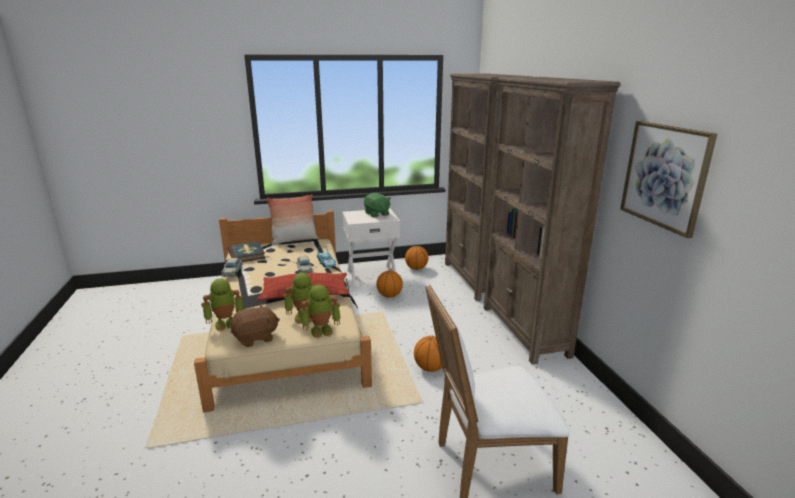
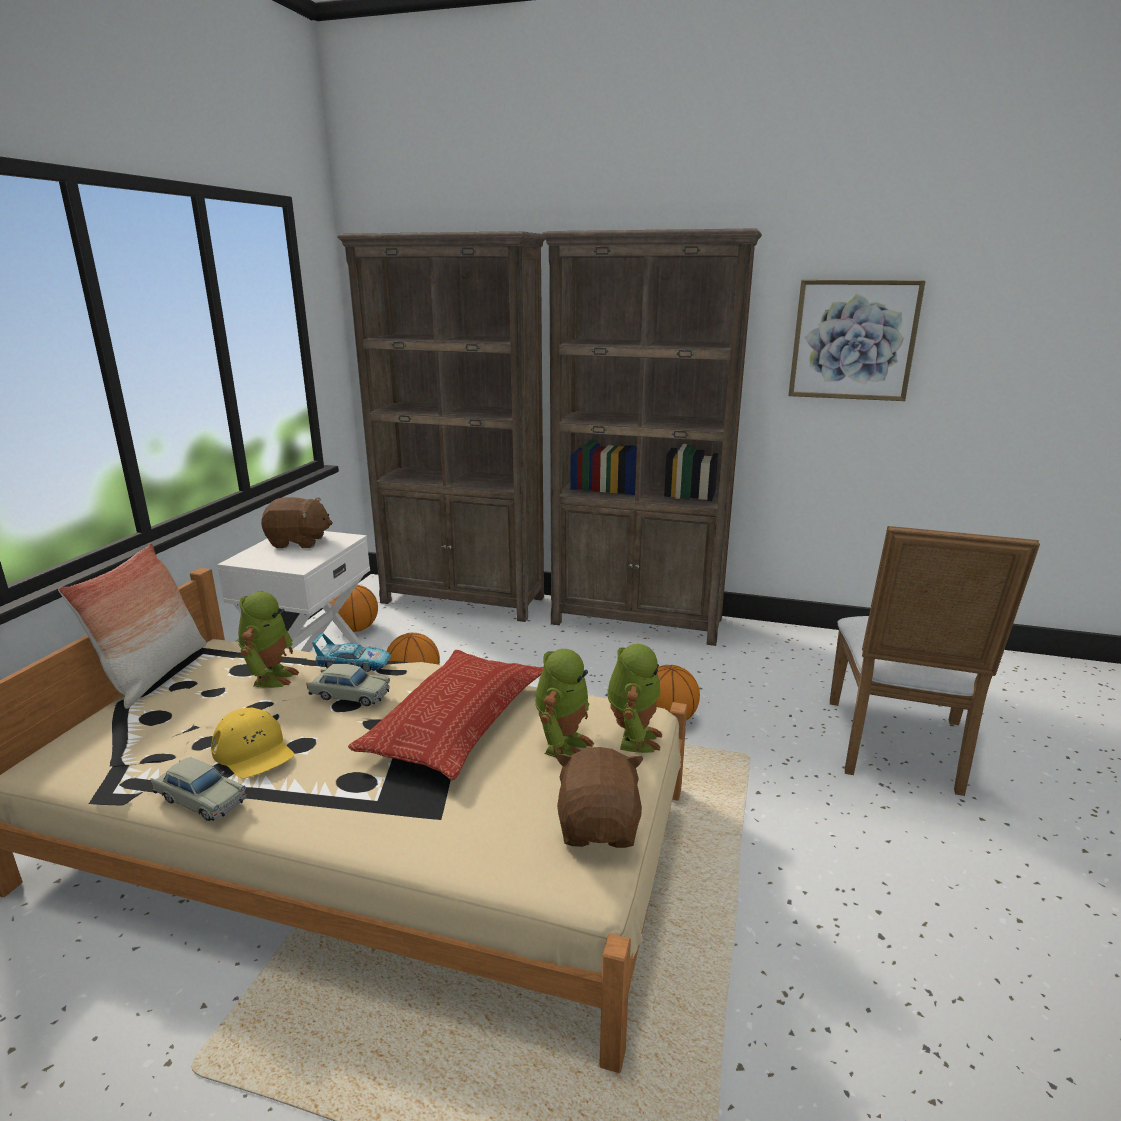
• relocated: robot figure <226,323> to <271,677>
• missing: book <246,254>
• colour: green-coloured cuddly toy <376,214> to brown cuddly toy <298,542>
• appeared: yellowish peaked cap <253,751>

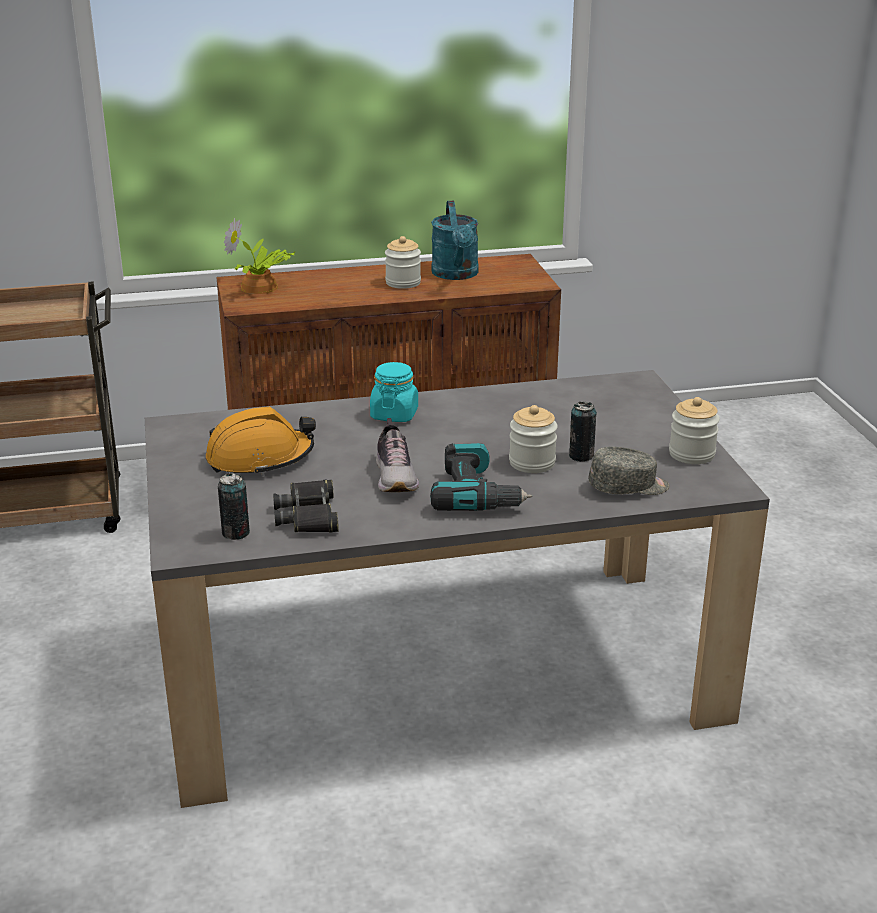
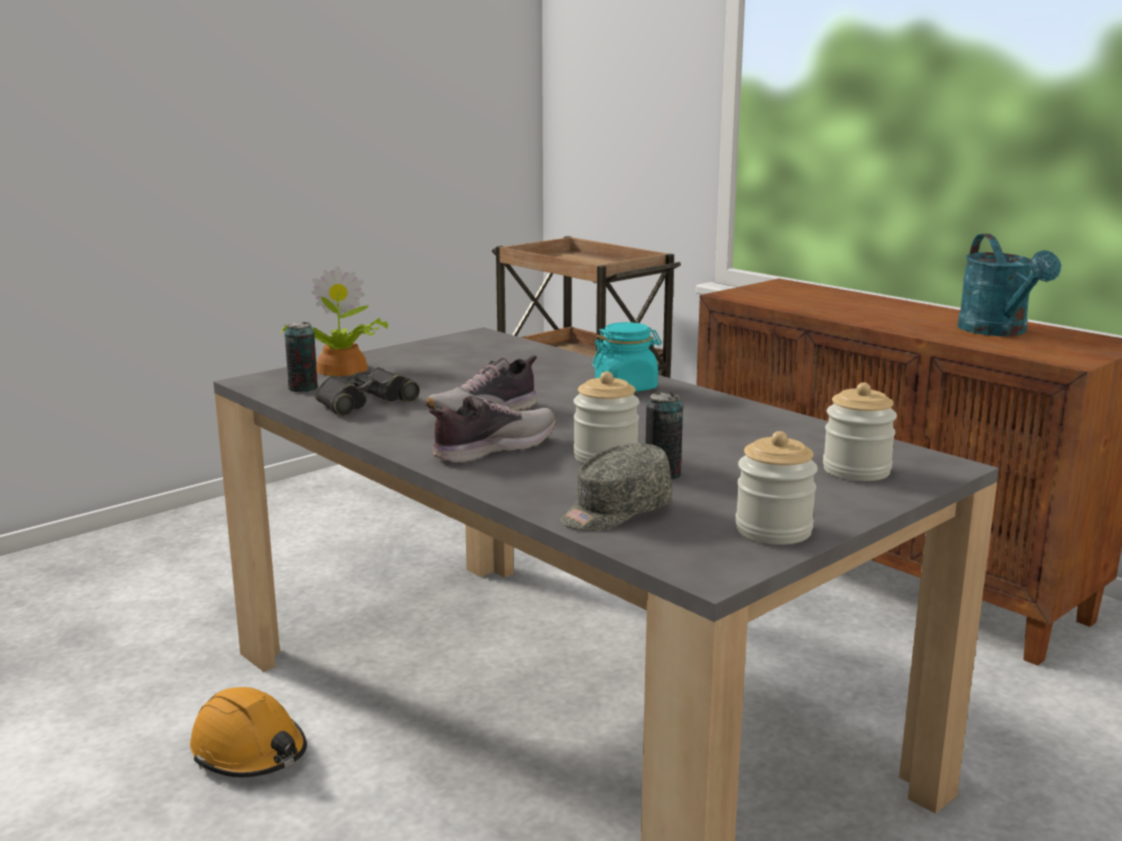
• relocated: orangey work helmet <260,458> to <249,752>
• relocated: potted plant <260,288> to <339,370>
• relocated: preserve jar <403,283> to <856,470>
• exchanged: drill <477,494> to low shoe <492,449>
• spun: blue-green sprinkling can <456,275> = <998,331> 60 degrees counterclockwise
• spun: gray peaked cap <628,487> = <615,512> 90 degrees clockwise

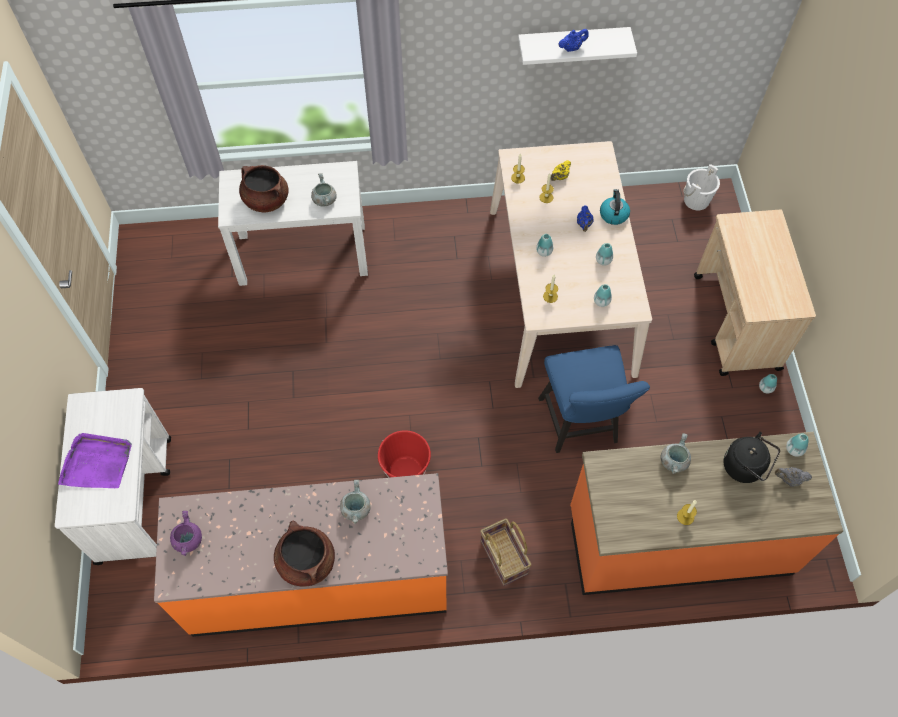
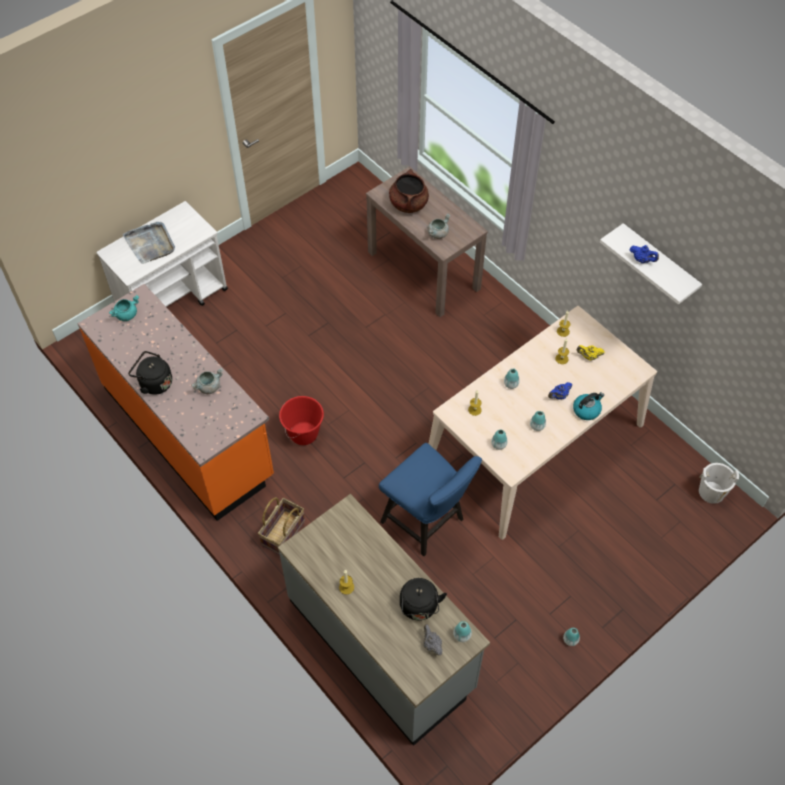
• colour: purple tray <97,463> to gray tray <150,244>
• colour: purple saucepot <188,540> to blue-green saucepot <126,315>
• colour: white narrow table <303,254> to brown narrow table <424,270>
• exchanged: brown saucepot <306,562> to blackish water kettle <154,383>
• spun: blue chair <580,425> = <427,523> 90 degrees counterclockwise
• colour: orangey kitchen counter <678,540> to gray kitchen counter <382,644>
• missing: gray saucepot <673,461>
• missing: sand-coloured trolley <736,323>

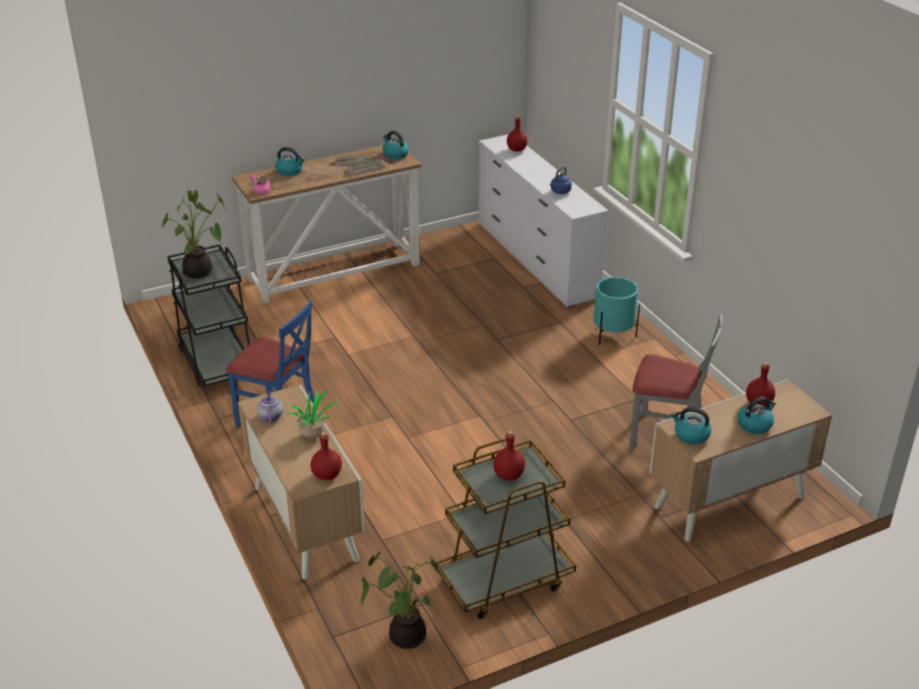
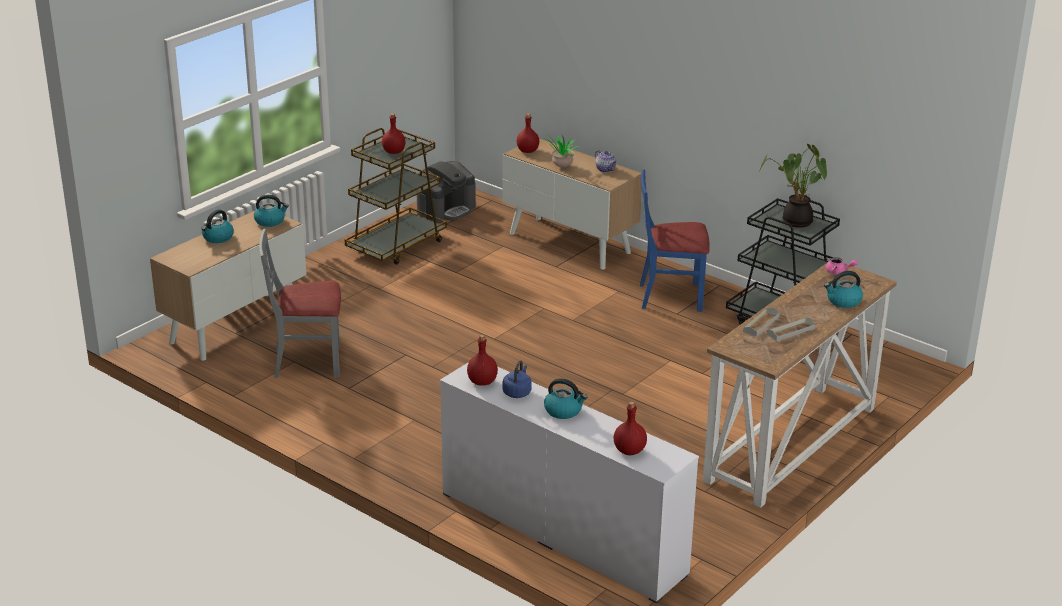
• exchanged: potted plant <404,635> to coffee brewer <446,209>
• relocated: water kettle <395,154> to <564,410>
• missing: blue-green planter <612,334>
• relocated: reddish drink bottle <758,403> to <482,381>

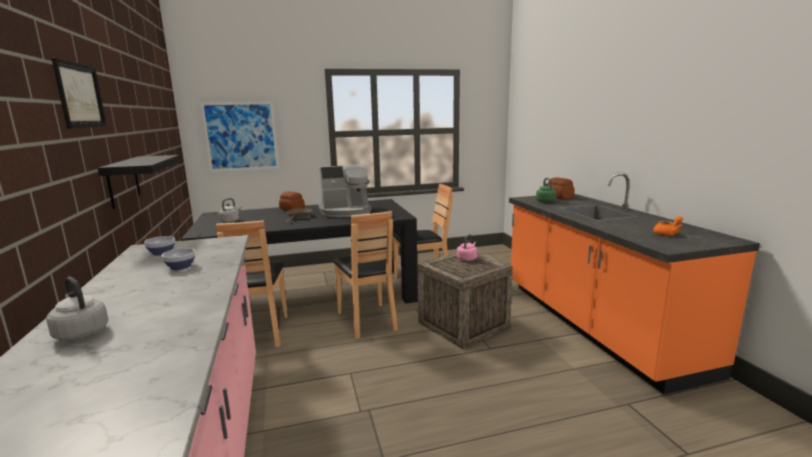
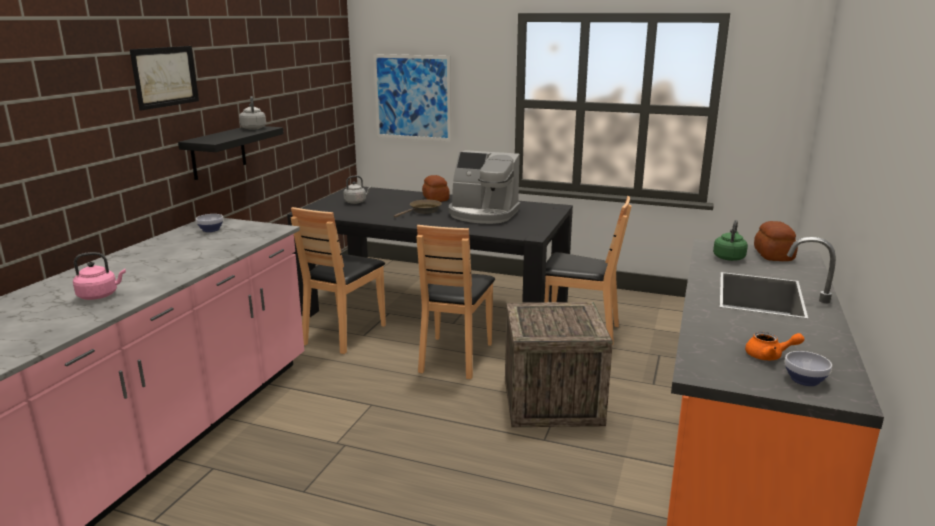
• relocated: gray water kettle <81,332> to <253,128>
• relocated: bowl <181,267> to <805,381>
• relocated: pink-coloured water kettle <467,259> to <100,295>

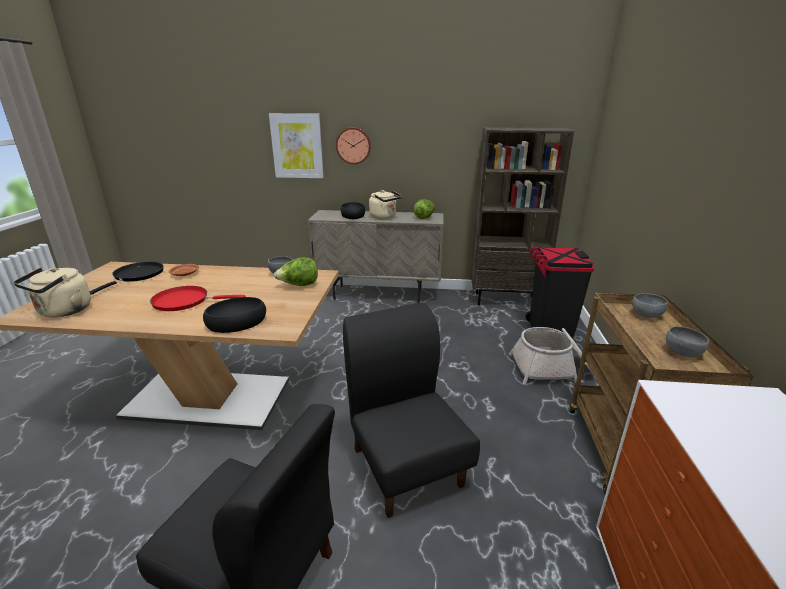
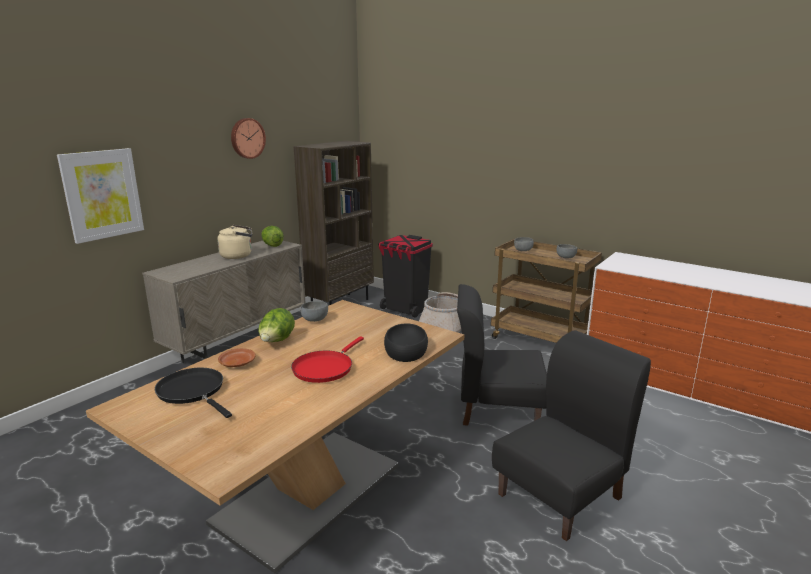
• missing: sand-coloured water kettle <63,312>
• relocated: lettuce head <299,285> to <277,342>
• relocated: clock on the wall <353,145> to <247,138>
• missing: blackish bowl <353,215>

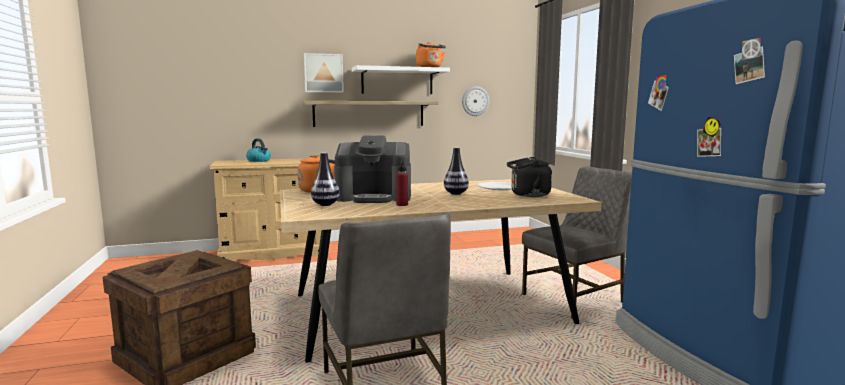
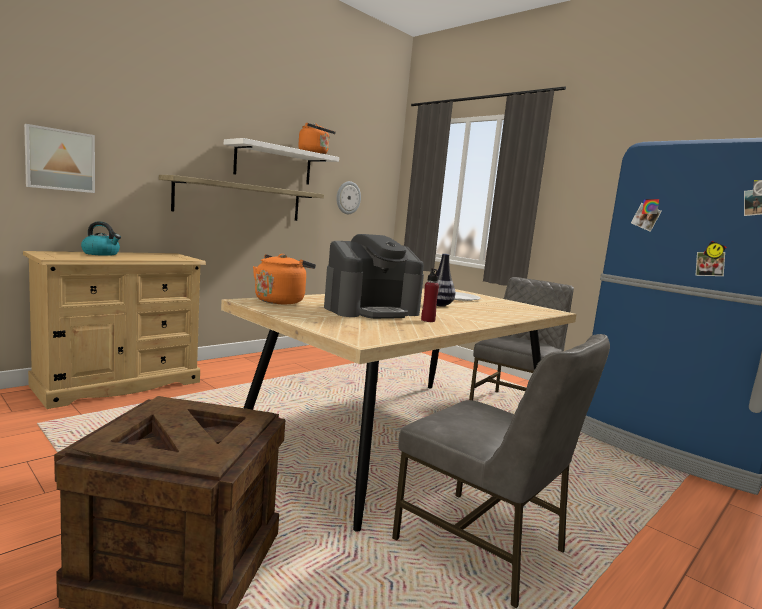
• relocated: wall picture <323,73> to <60,160>
• missing: flower vase <325,204>
• missing: blackish water kettle <528,195>

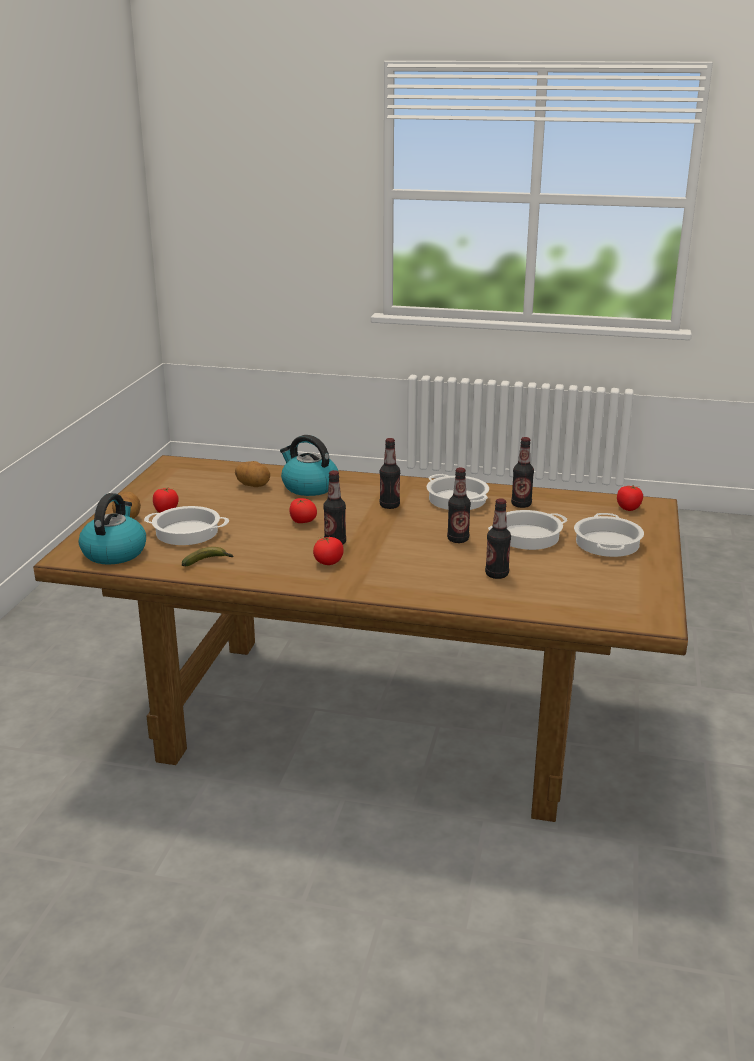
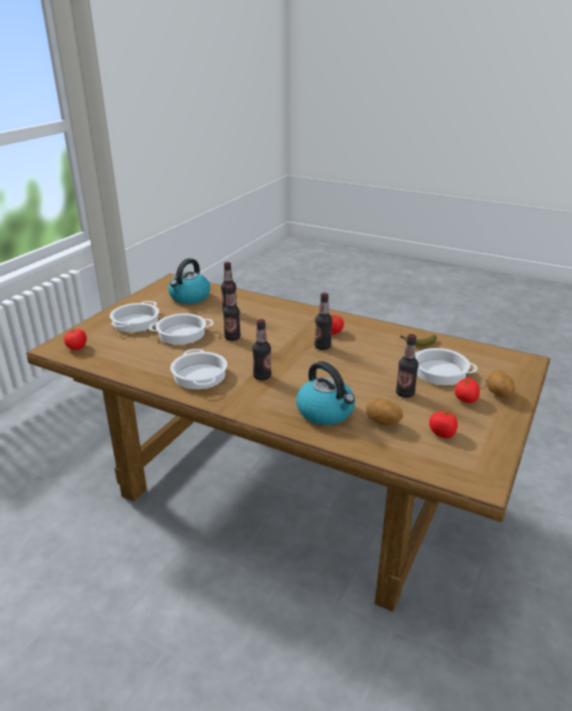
• relocated: water kettle <114,552> to <189,297>
• relocated: tomato <302,521> to <442,433>
• relocated: drink bottle <521,504> to <405,393>

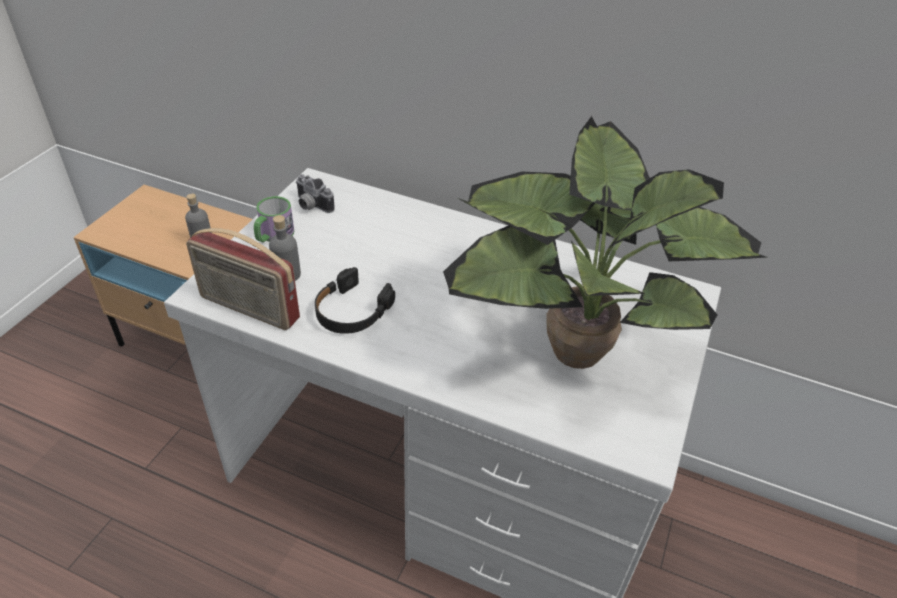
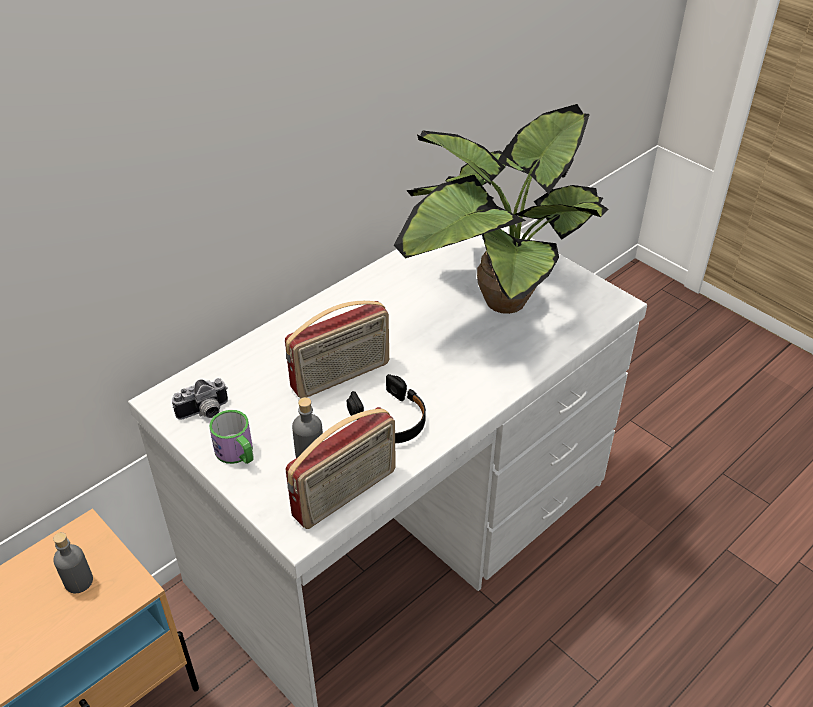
• appeared: radio <341,377>

